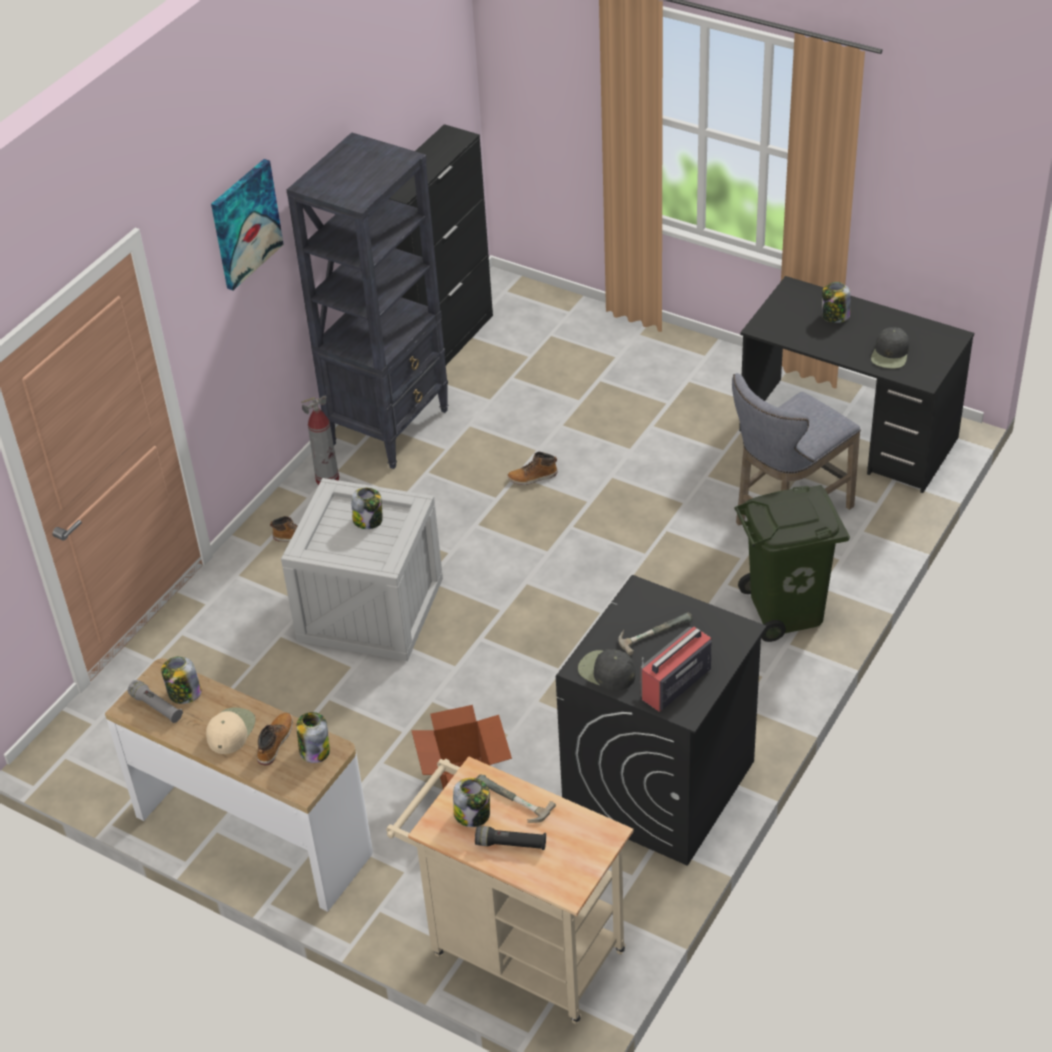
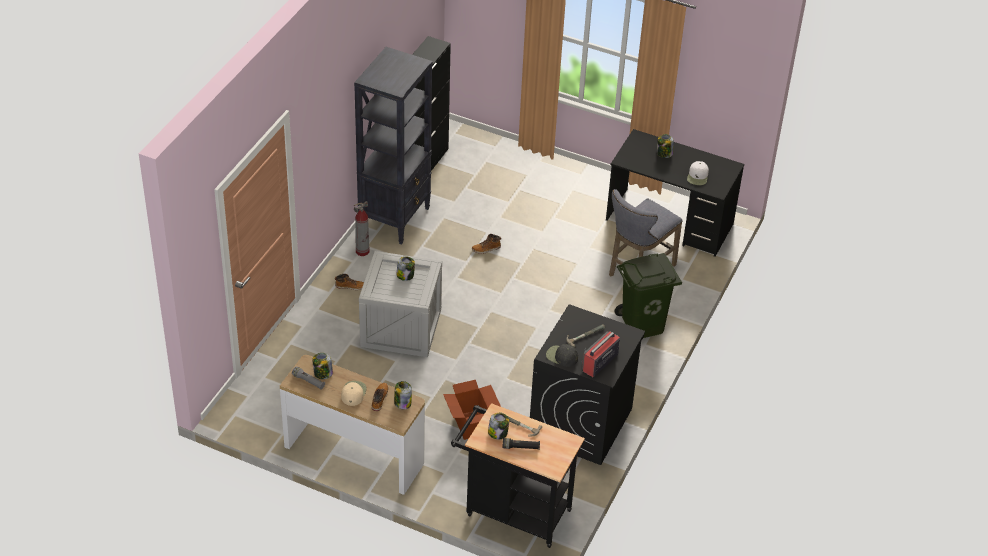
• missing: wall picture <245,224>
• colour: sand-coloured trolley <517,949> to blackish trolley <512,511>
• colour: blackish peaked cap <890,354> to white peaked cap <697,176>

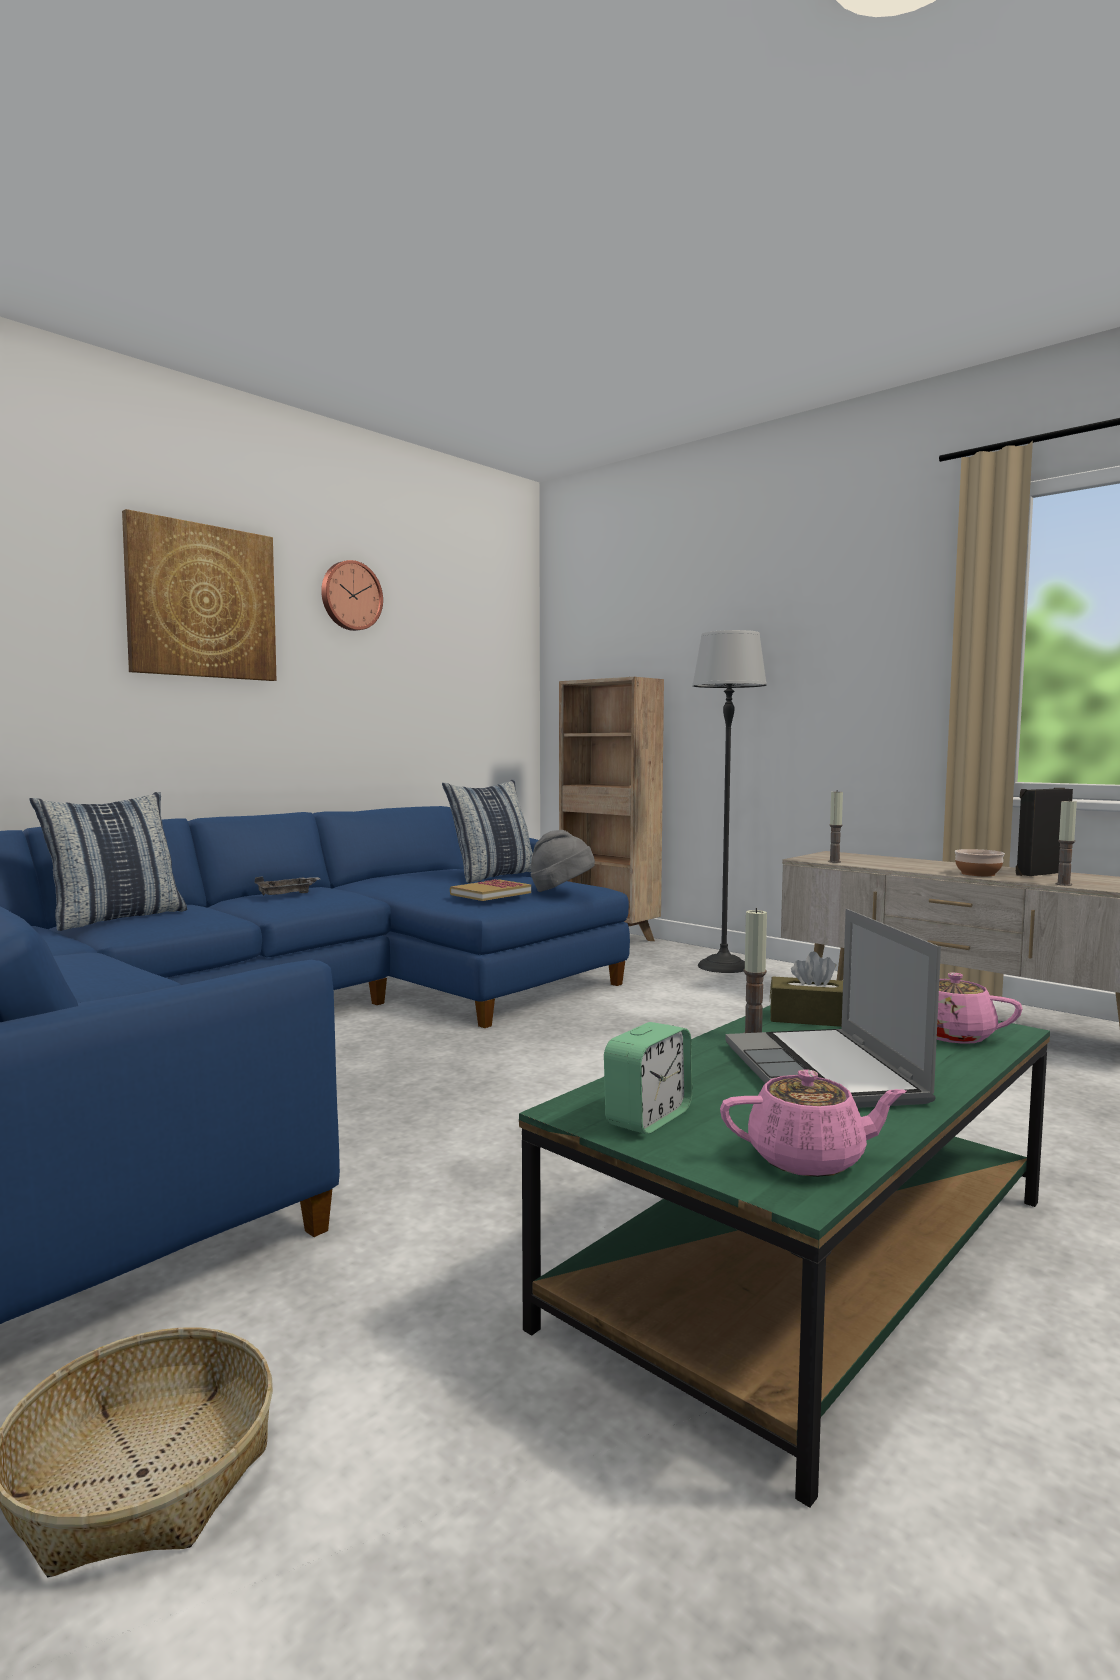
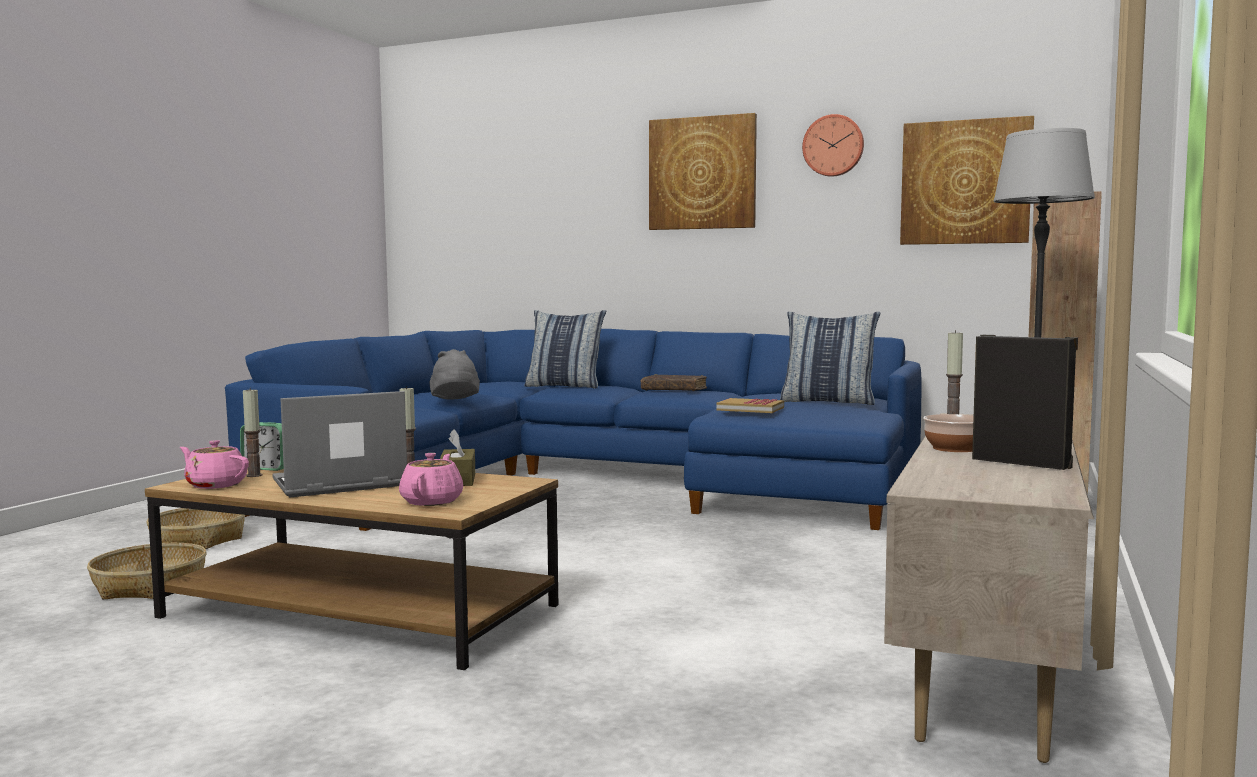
• exchanged: gray tray <288,894> to brown book <674,390>
• colour: green-coloured lounge table <809,1258> to brown lounge table <360,610>
• relocated: gray wearable hat <561,891> to <455,401>
• spun: pink-coloured pot for tea <808,1159> = <215,485> 135 degrees clockwise
• relocated: wax candle <1063,884> to <254,475>
• appeared: household basket <150,585>
• appeared: wall picture <965,182>

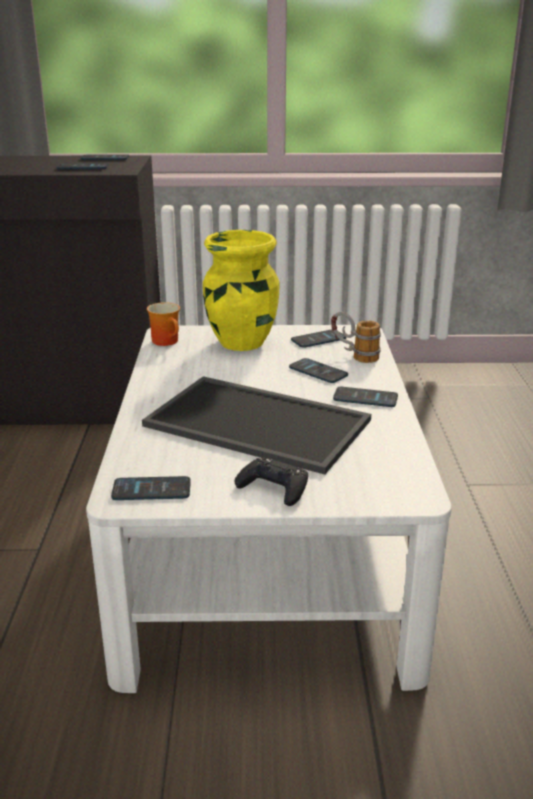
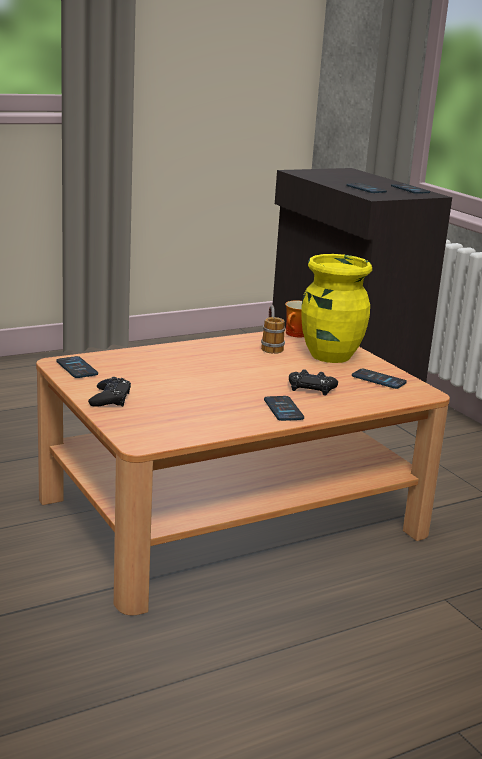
• colour: white lounge table <265,547> to brown lounge table <231,515>
• missing: tray <260,422>
• exchanged: phone <318,372> to blackish gamepad <311,388>
• relocated: mug <354,356> to <271,346>

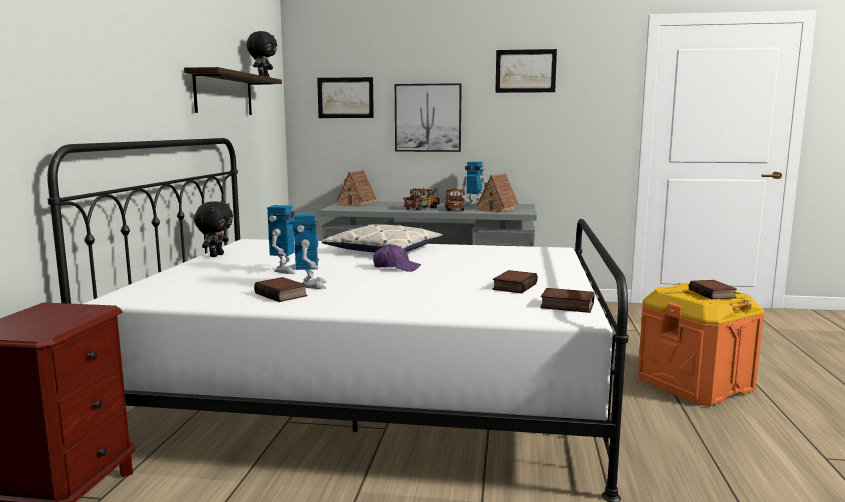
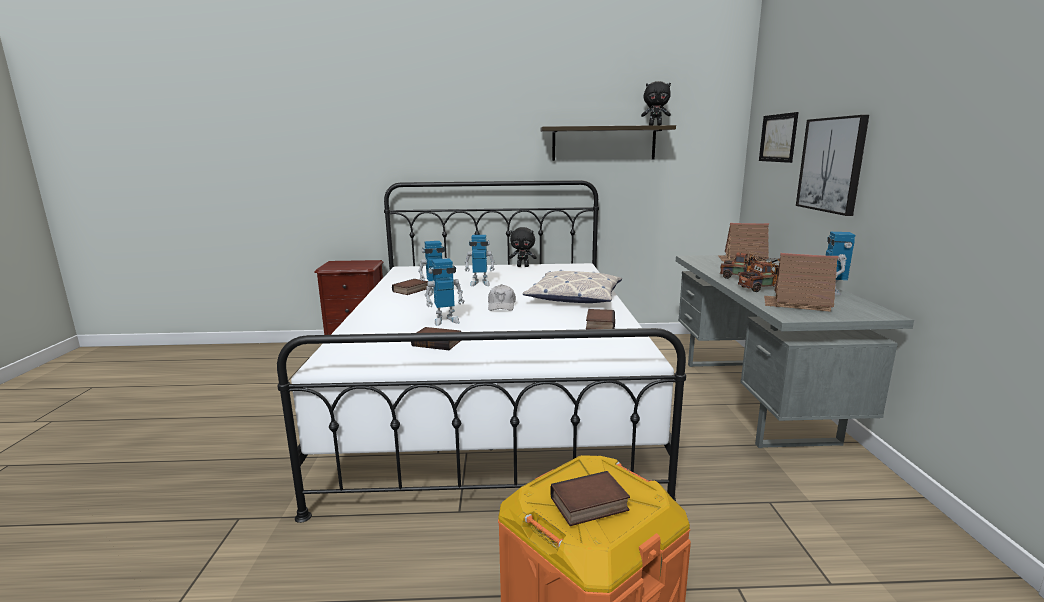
• colour: purple peaked cap <396,267> to white peaked cap <501,305>
• missing: wall picture <525,71>
• relocated: book <566,306> to <599,323>
• appeared: robot figure <445,320>

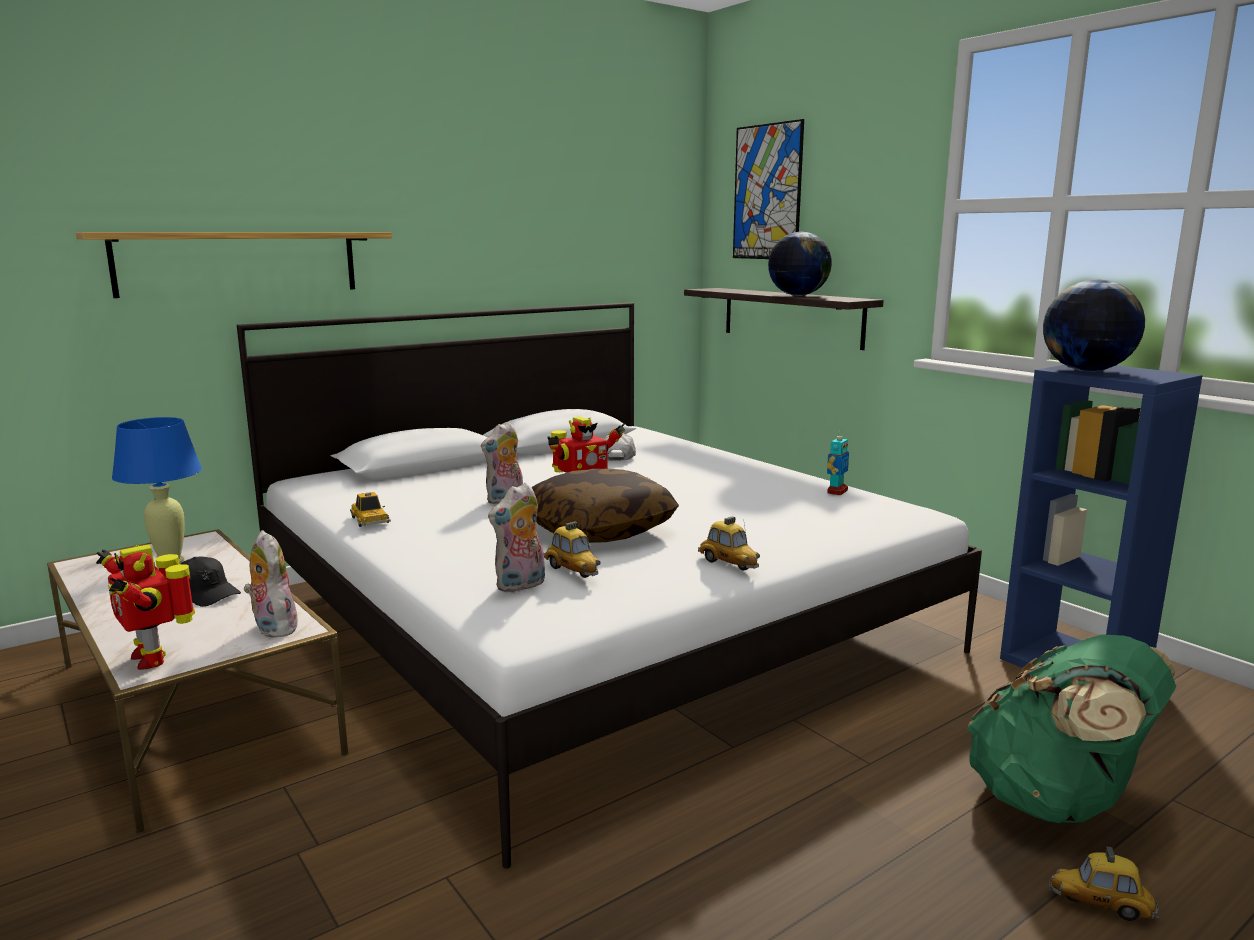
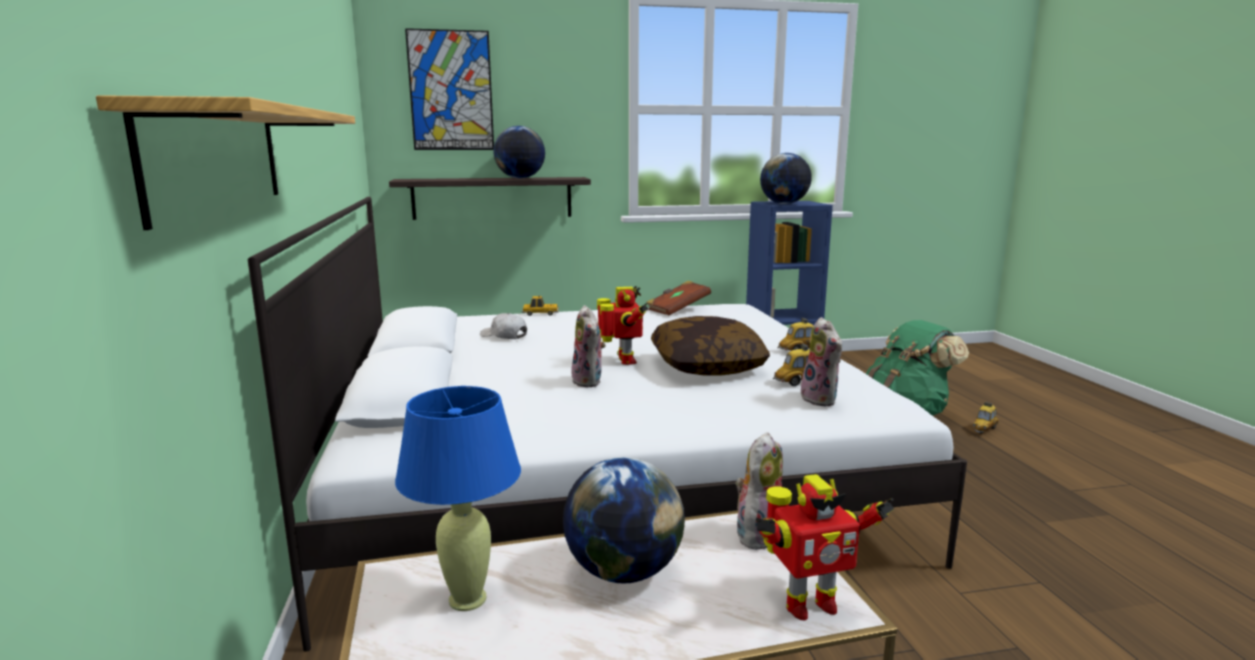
• exchanged: blackish peaked cap <205,593> to world globe <623,572>
• spun: cuddly toy <272,628> = <757,533> 135 degrees clockwise
• relocated: miniature car <370,520> to <540,313>
• exchanged: robot figure <836,491> to brown book <677,309>

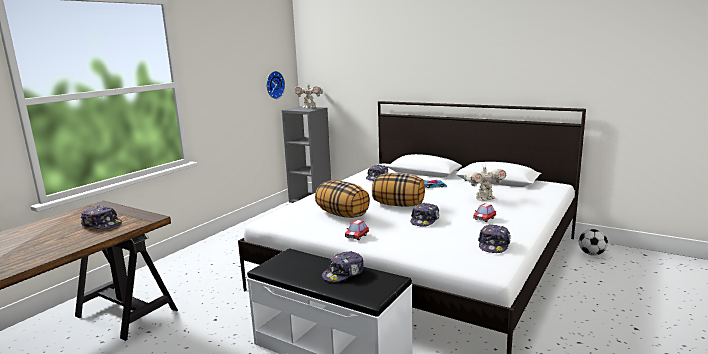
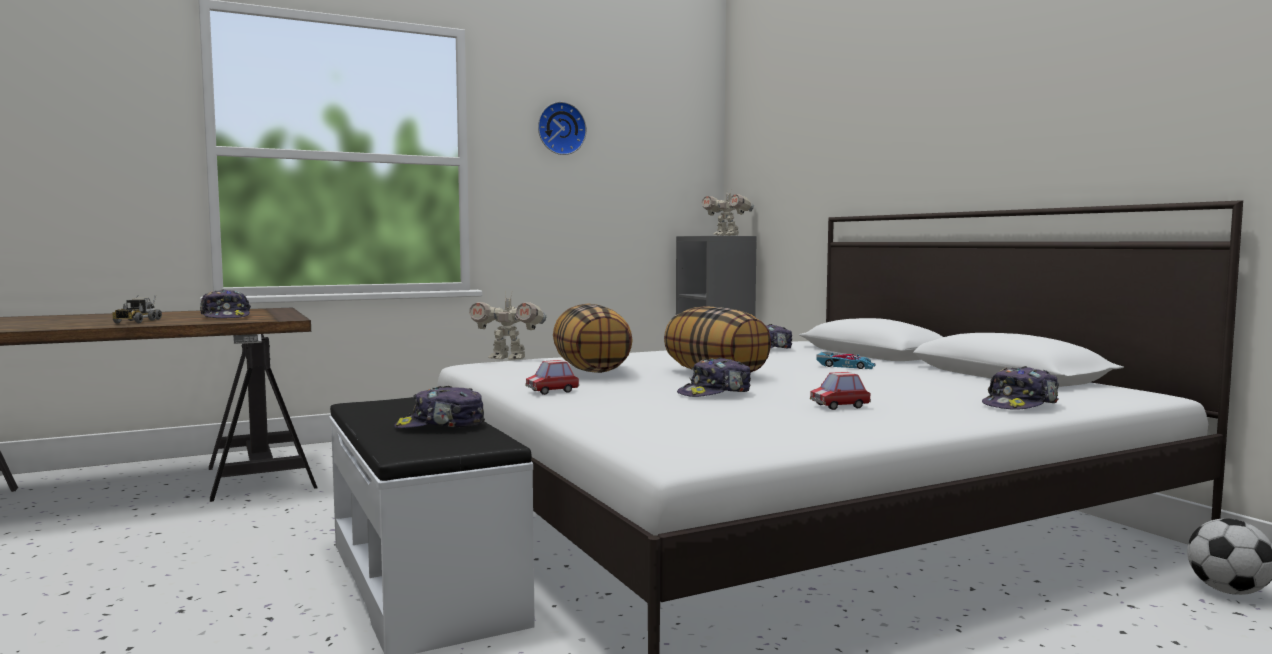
• relocated: clock on the wall <274,85> to <560,128>
• relocated: robot figure <484,199> to <508,359>
• relocated: peaked cap <494,245> to <1020,405>
• appeared: toy lorry <136,321>

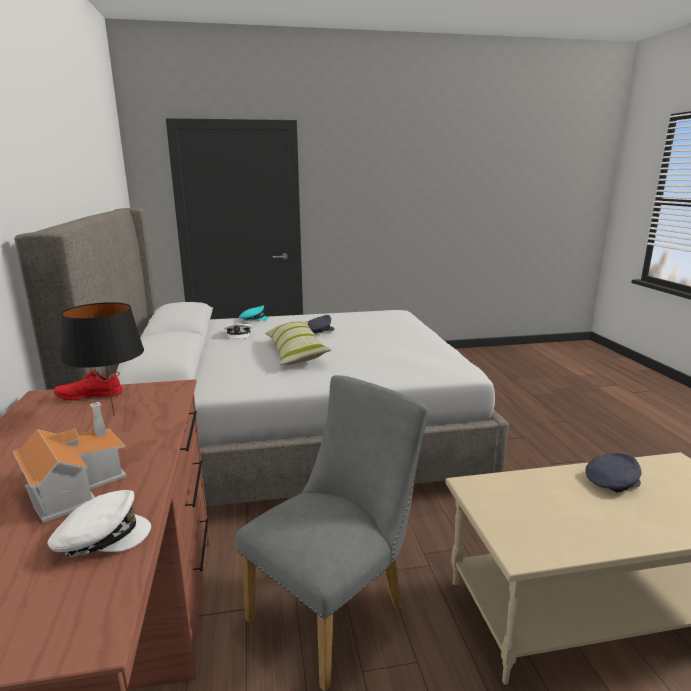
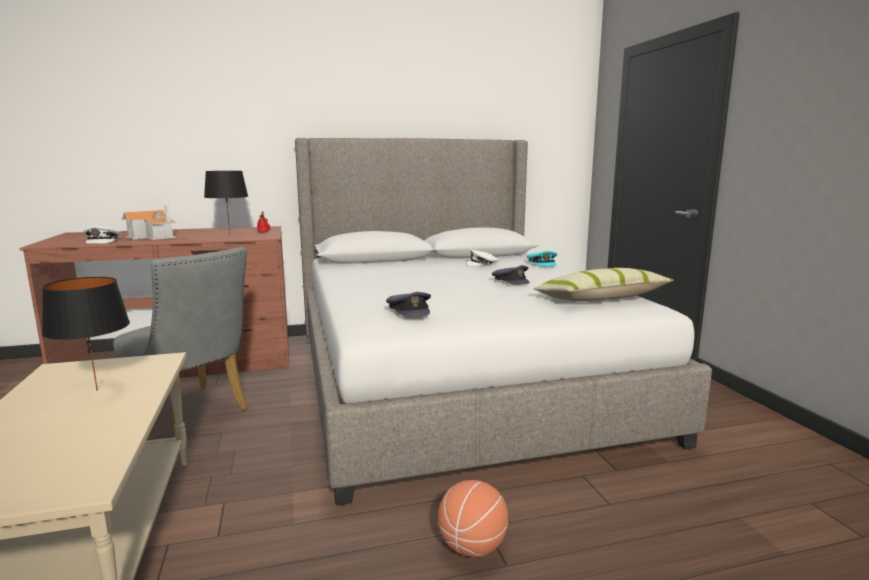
• relocated: throw pillow <295,352> to <601,299>
• relocated: gray peaked cap <611,481> to <410,310>
• appeared: blackish tabletop lamp <97,391>
• appeared: ball for basketball <472,547>

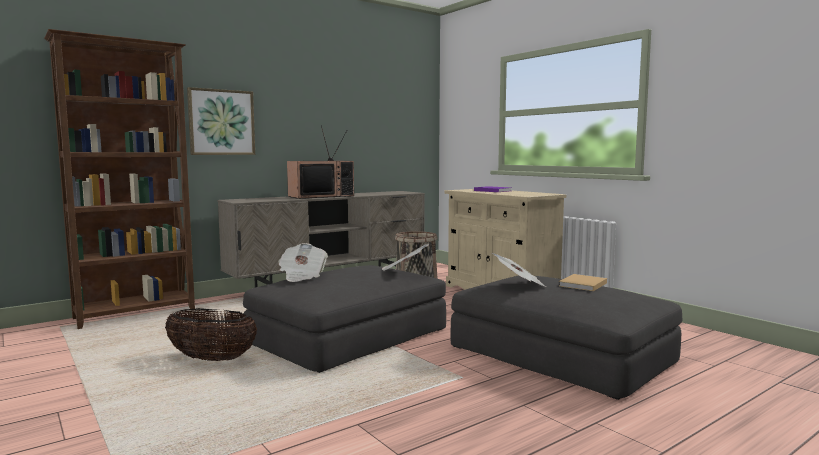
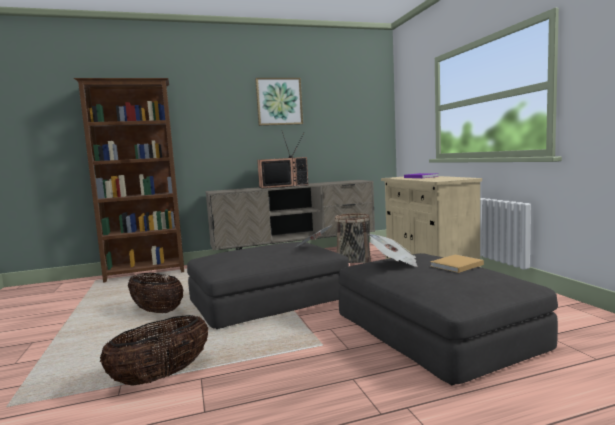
• relocated: wall picture <221,122> to <279,101>
• missing: printed paper <302,276>
• appeared: household basket <161,376>

